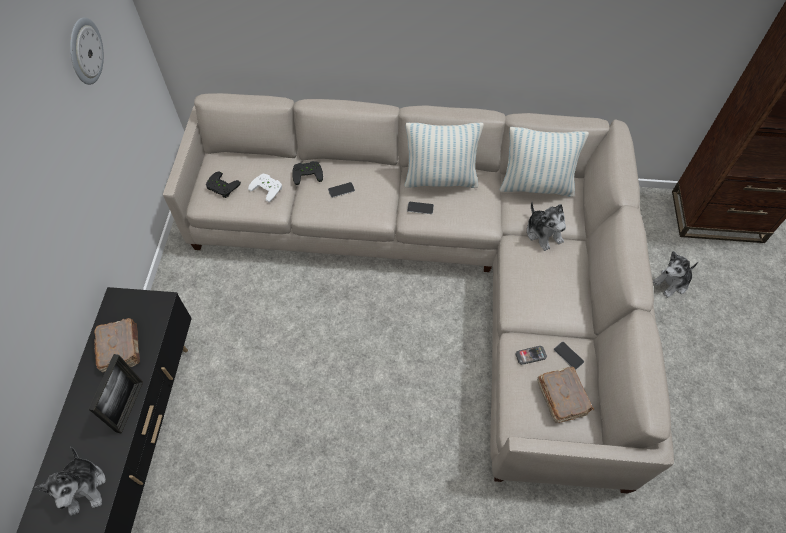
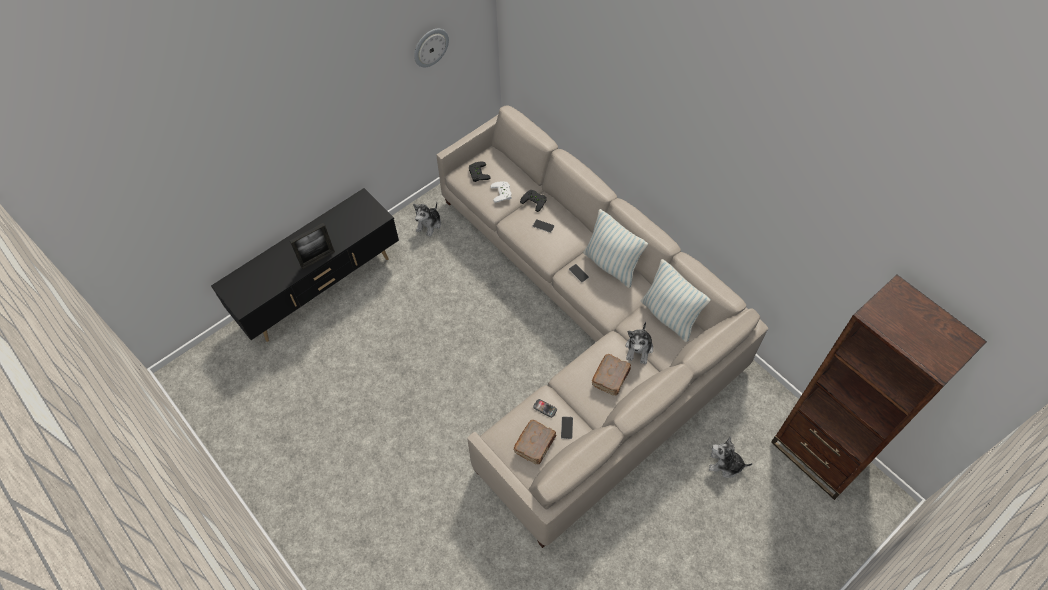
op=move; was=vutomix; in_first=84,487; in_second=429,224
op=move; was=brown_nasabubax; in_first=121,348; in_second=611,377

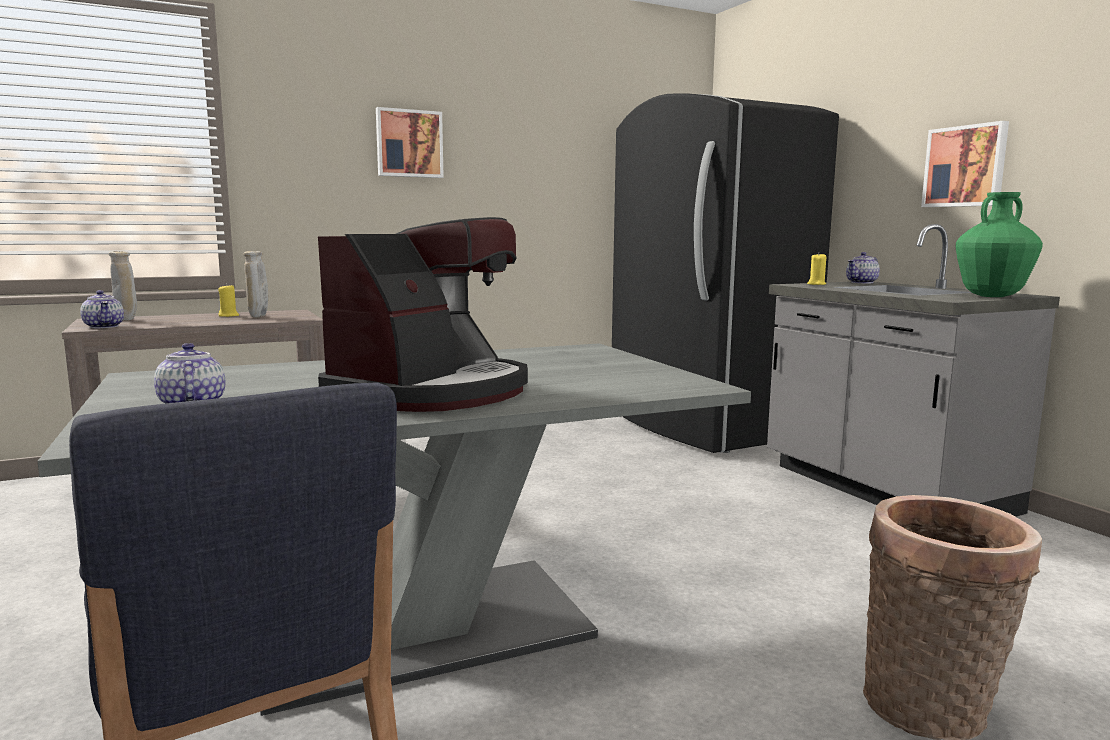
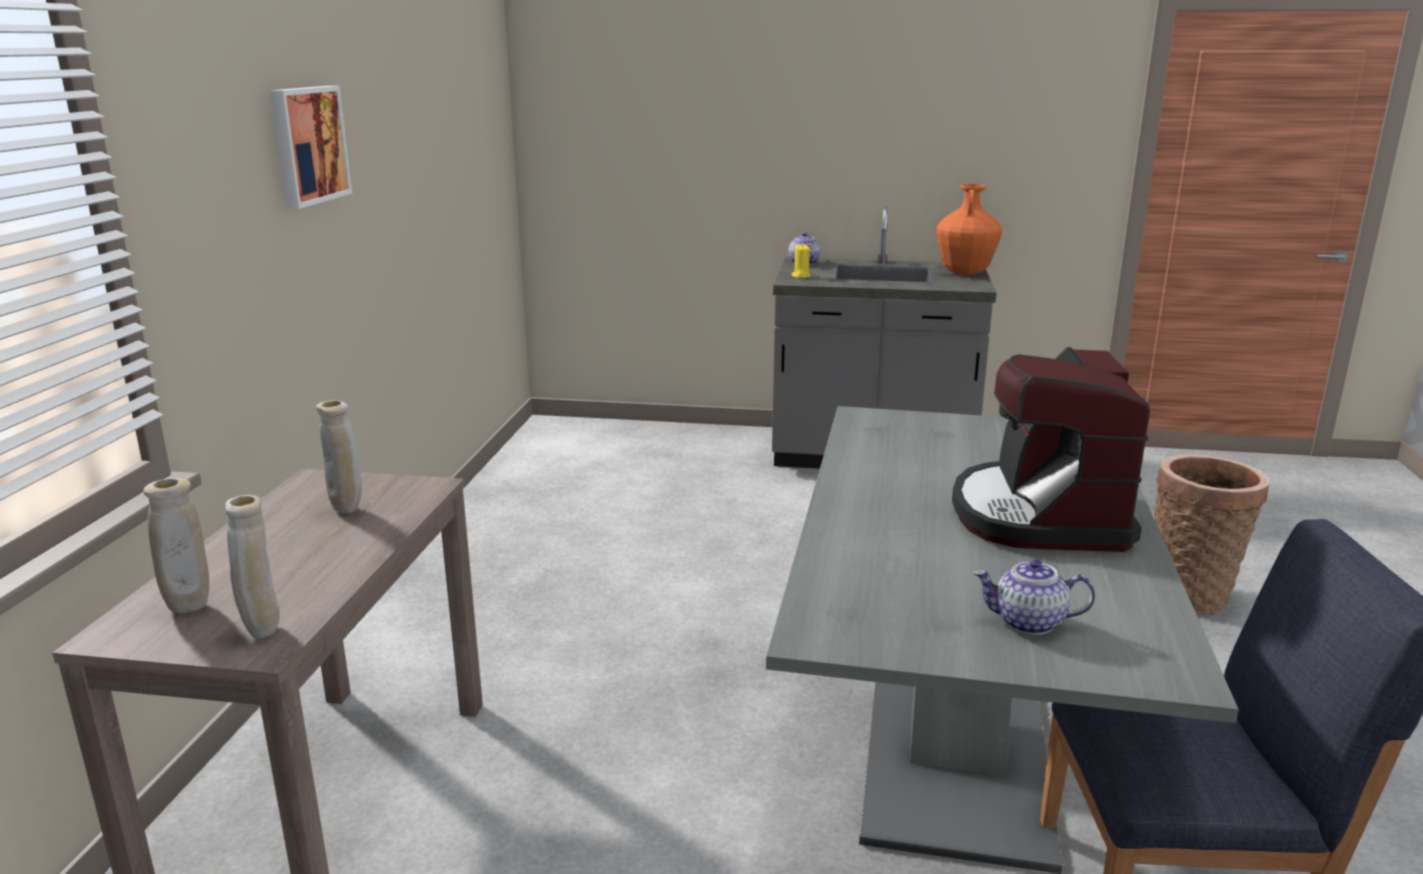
op=replace; was=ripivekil; now=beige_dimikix; in_first=104,326; in_second=262,631
op=recolor; was=green_dimikix; now=orange_dimikix; in_first=991,296; in_second=965,273
op=rotate; was=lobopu; in_first=433,392; in_second=1040,515; clockwise=-150
op=delete; was=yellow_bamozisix; in_first=229,316
op=delete; was=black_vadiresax; in_first=703,426
op=delete; was=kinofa; in_first=966,166

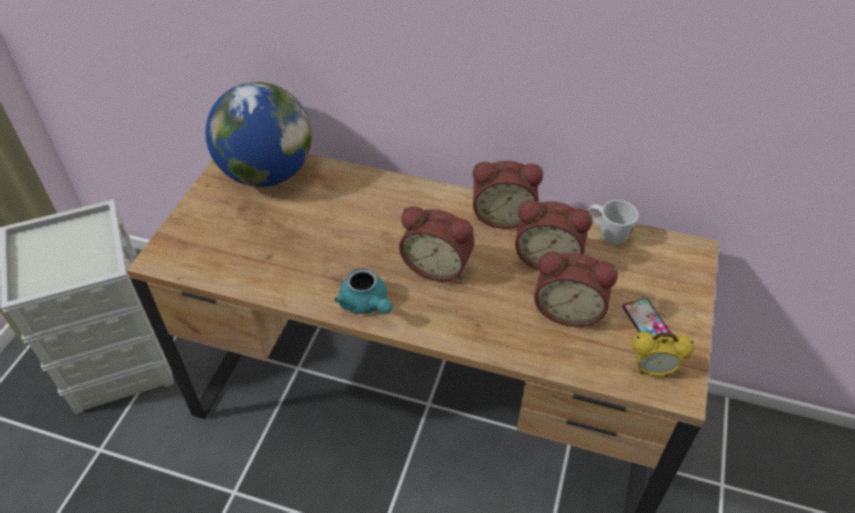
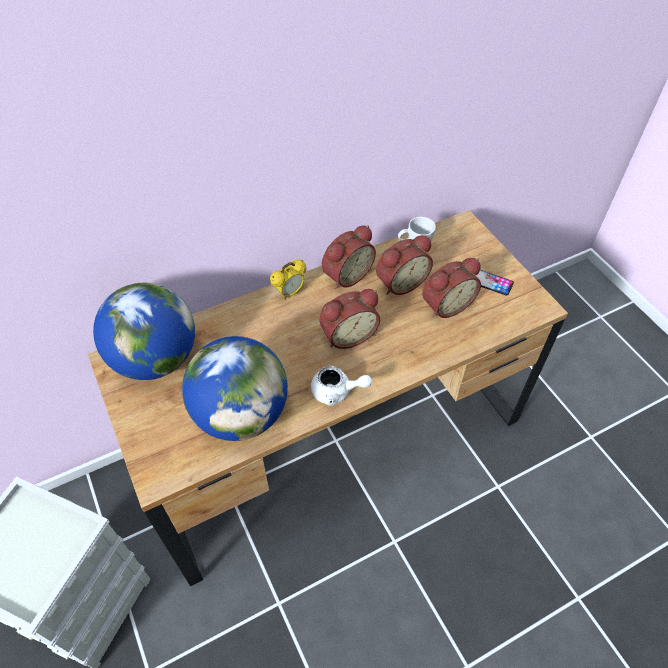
op=insert; now=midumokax; in_second=241,414
op=move; was=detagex; in_first=652,370; in_second=290,293
op=recolor; was=turquoise_ripivekil; now=white_ripivekil; in_first=366,304; in_second=337,392

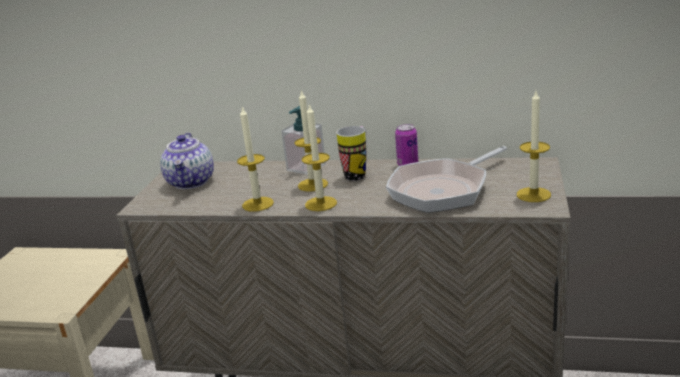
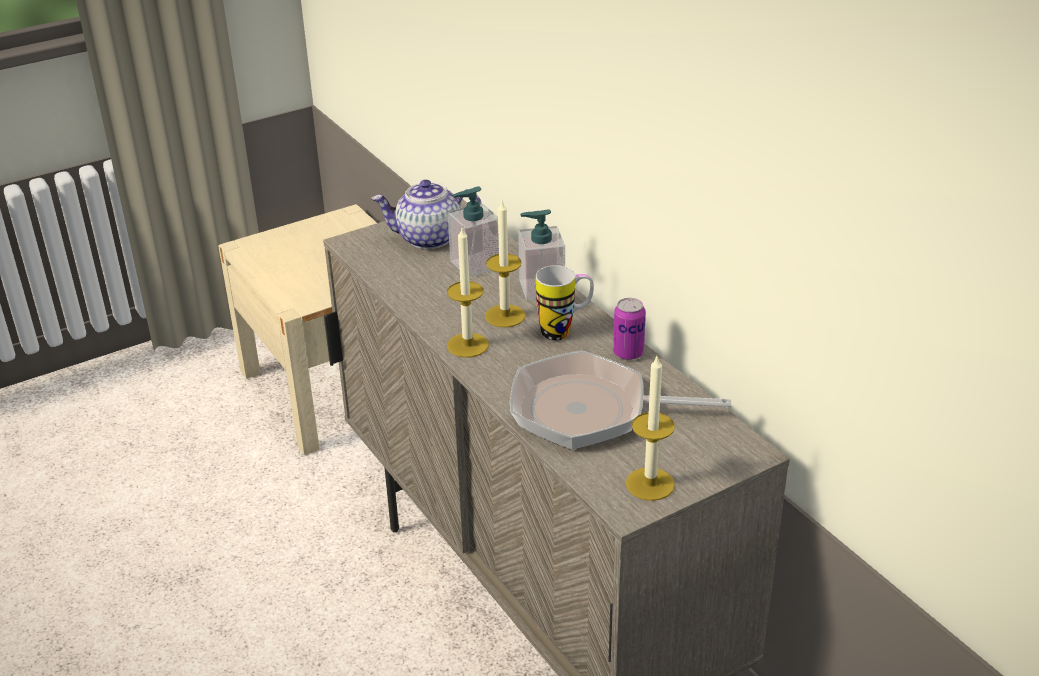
op=rotate; was=ripivekil; in_first=191,182; in_second=429,238; clockwise=45
op=insert; now=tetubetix; in_second=475,264
op=delete; was=bamozisix; in_first=258,204

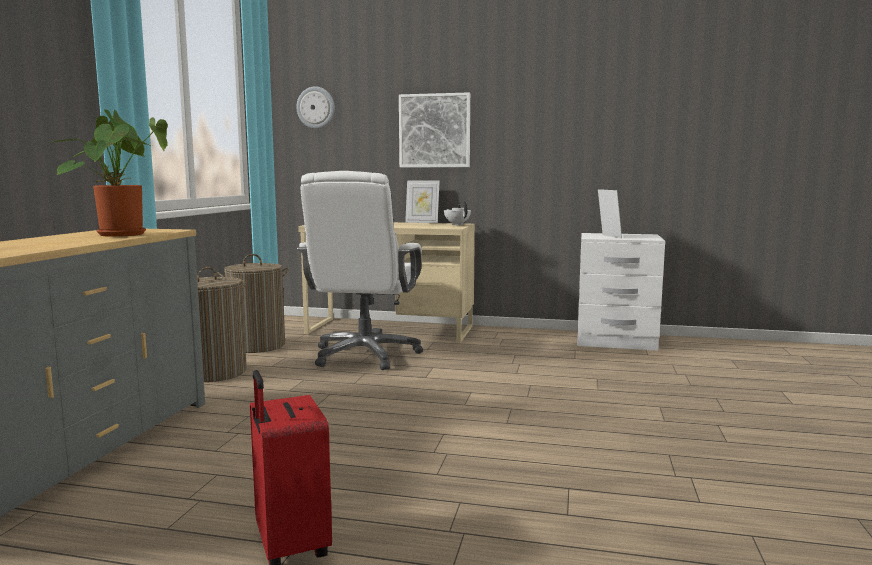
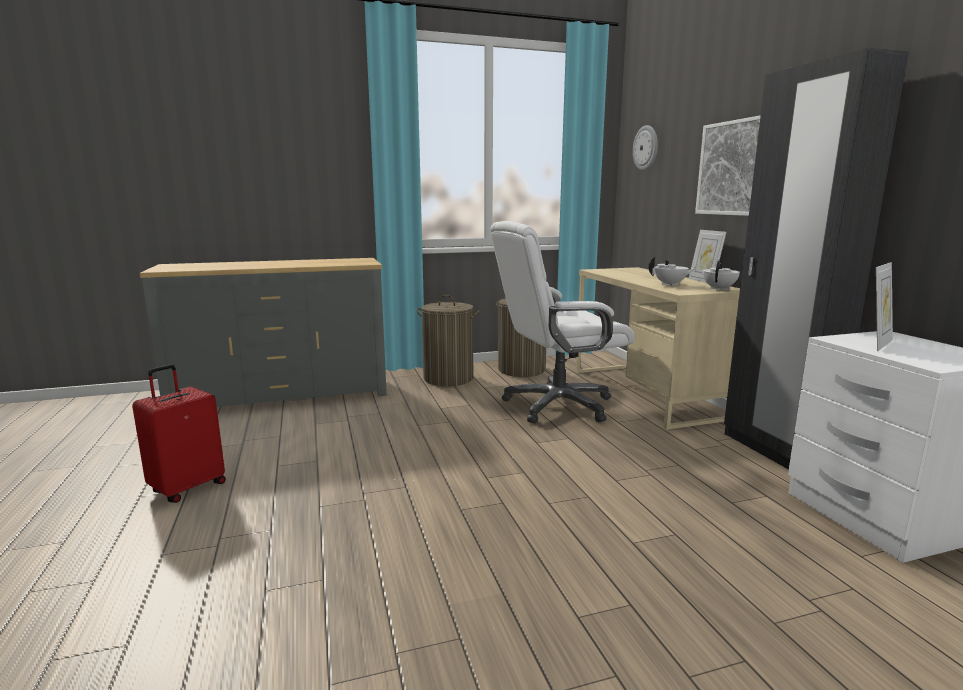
op=insert; now=white_ripivekil; in_second=670,284
op=insert; now=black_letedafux; in_second=774,451
op=delete; was=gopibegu; in_first=121,234

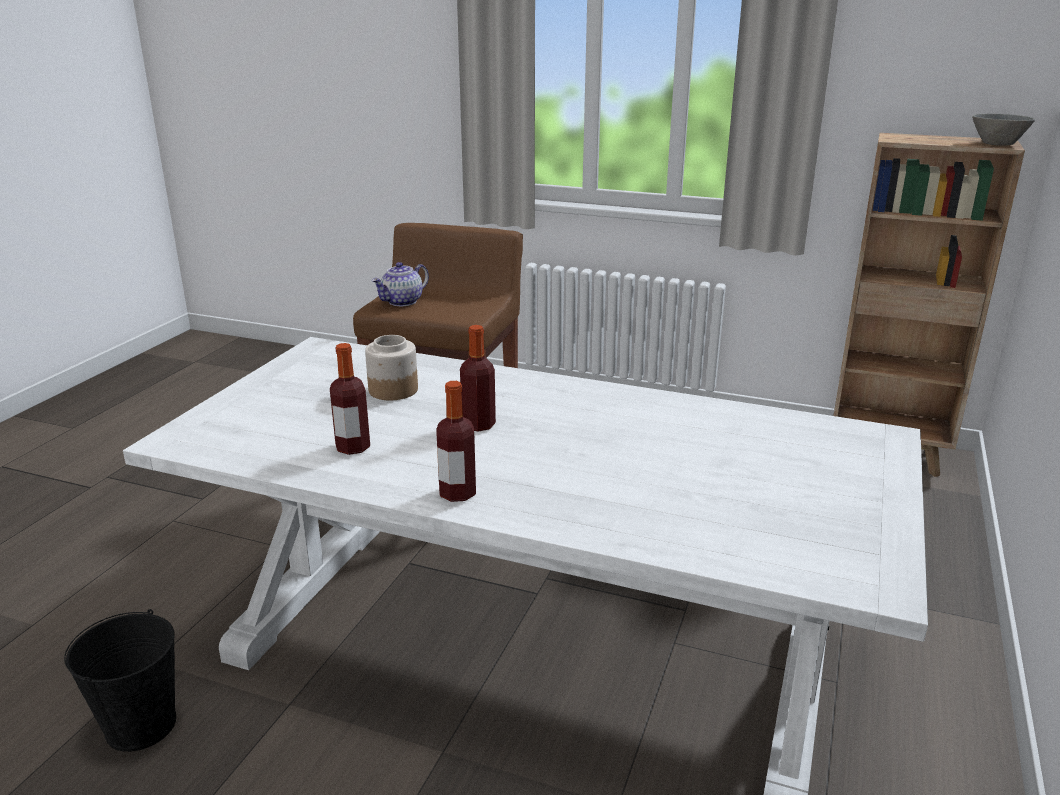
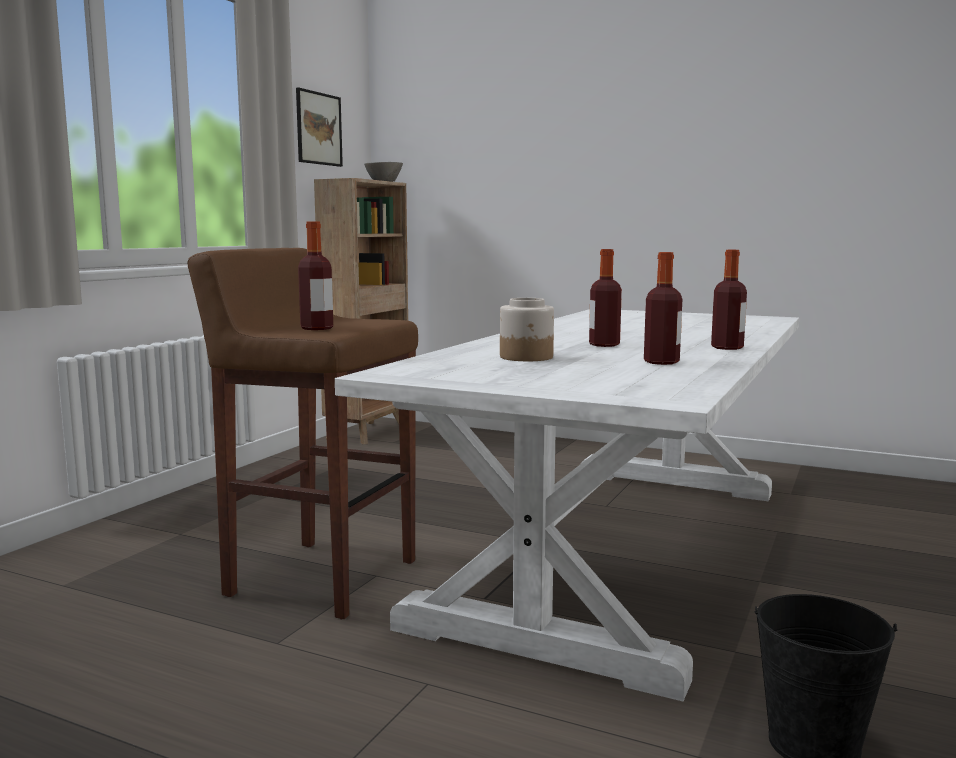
op=insert; now=kinofa; in_second=318,128
op=replace; was=ripivekil; now=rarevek; in_first=402,302; in_second=316,328

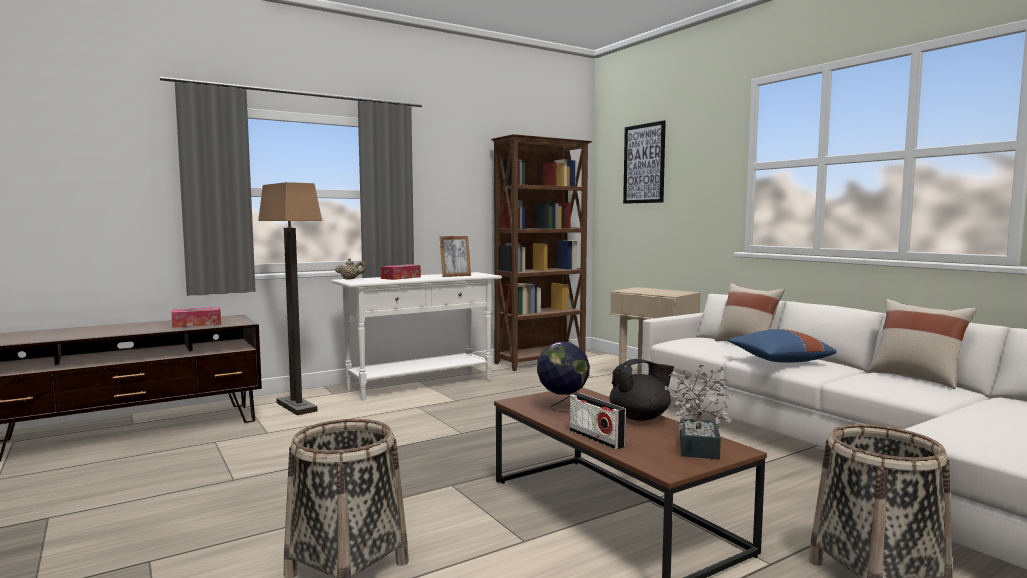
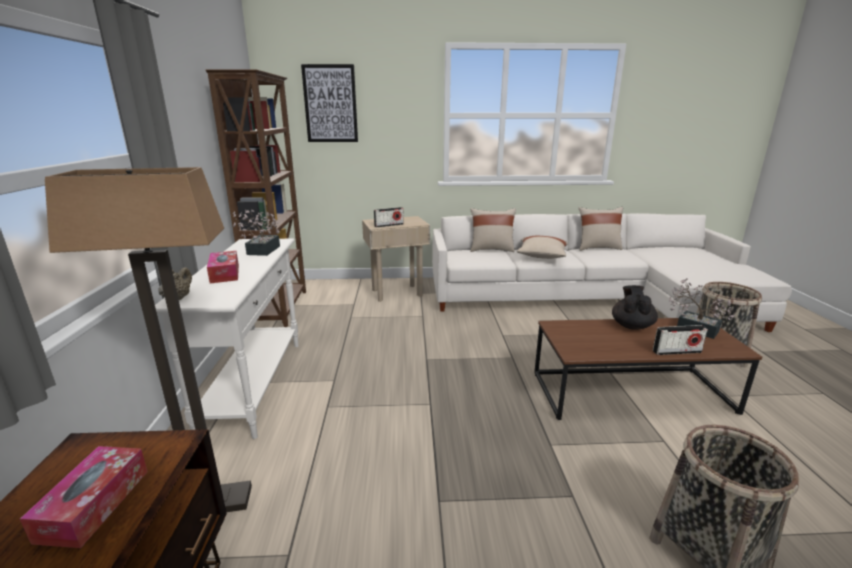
op=replace; was=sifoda; now=gopibegu; in_first=455,276; in_second=261,251
op=insert; now=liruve; in_second=389,225
op=recolor; was=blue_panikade; now=beige_panikade; in_first=779,361; in_second=541,256
op=delete; was=midumokax; in_first=562,408

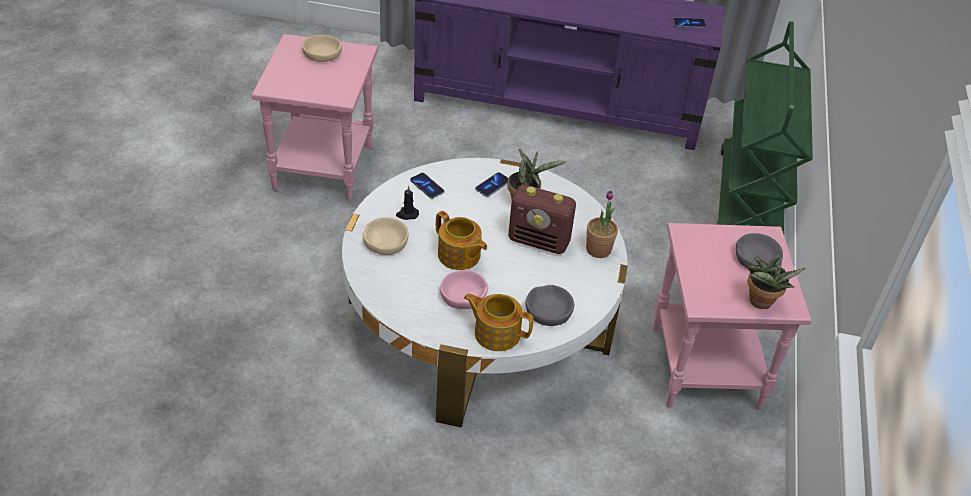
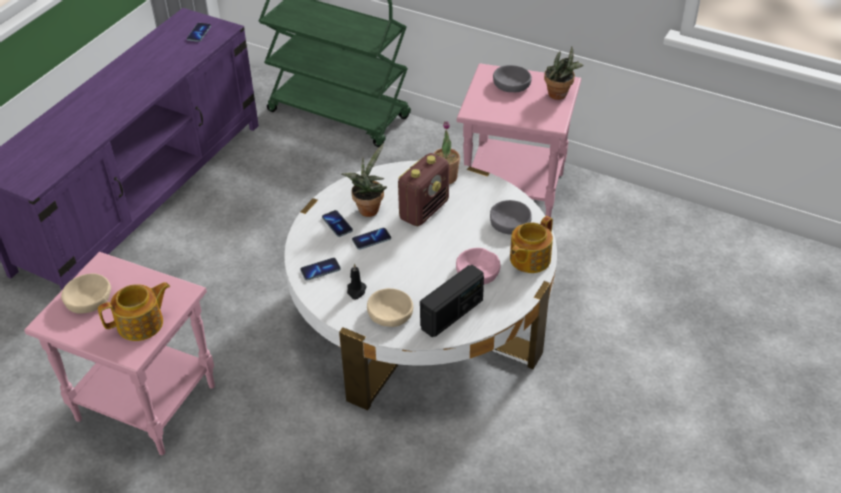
op=move; was=ripivekil; in_first=459,256; in_second=141,324
op=insert; now=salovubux; in_second=371,239
op=insert; now=liruve; in_second=452,314

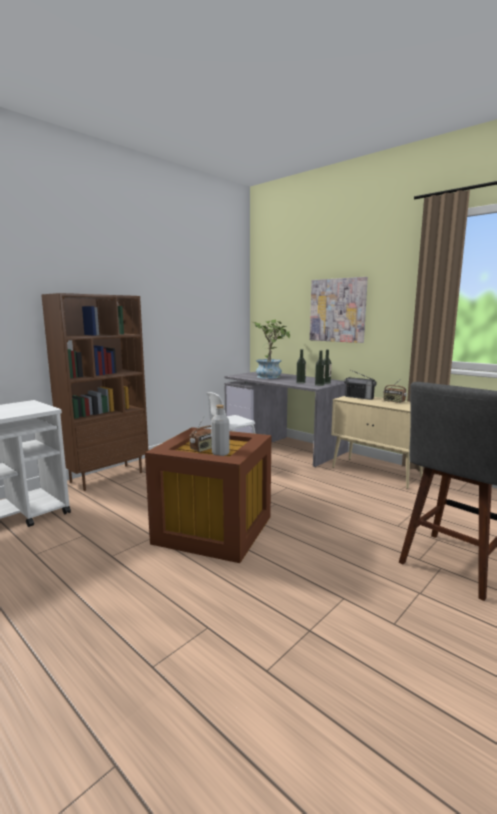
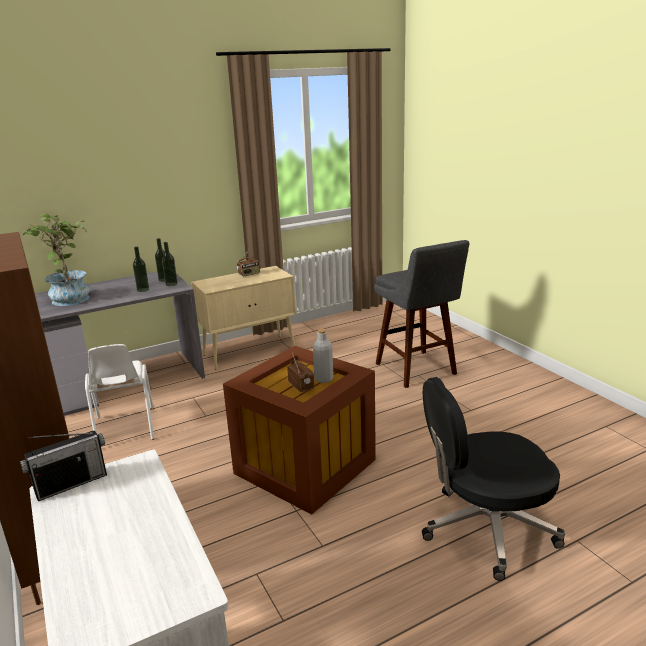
op=move; was=liruve; in_first=359,397; in_second=71,484
op=insert; now=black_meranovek; in_second=485,529
op=delete; was=kinofa; in_first=337,310

